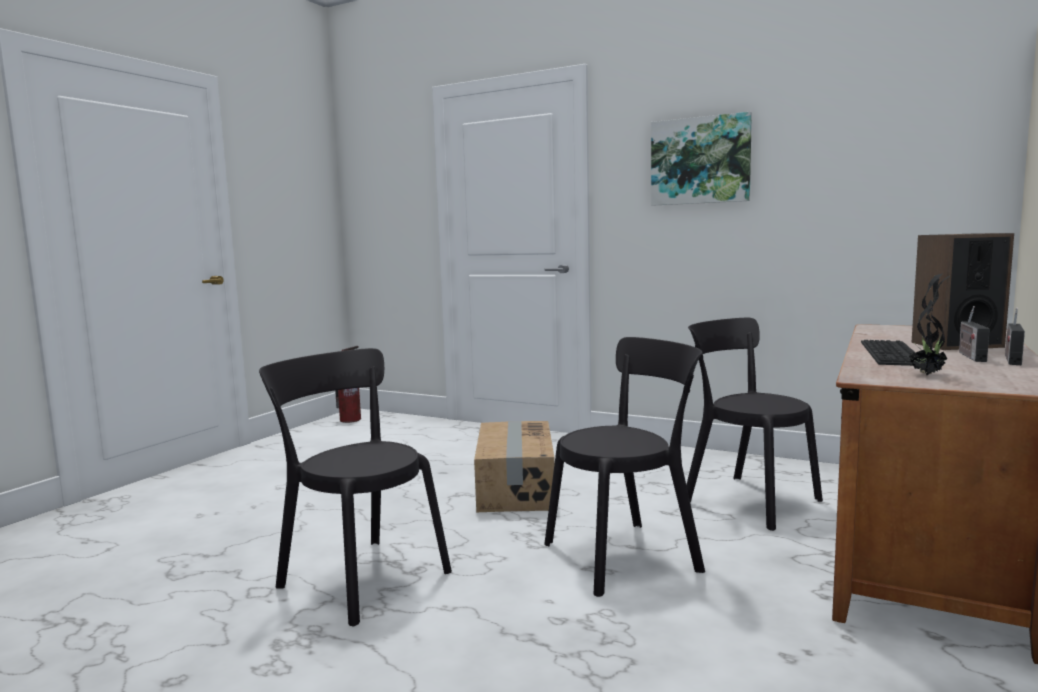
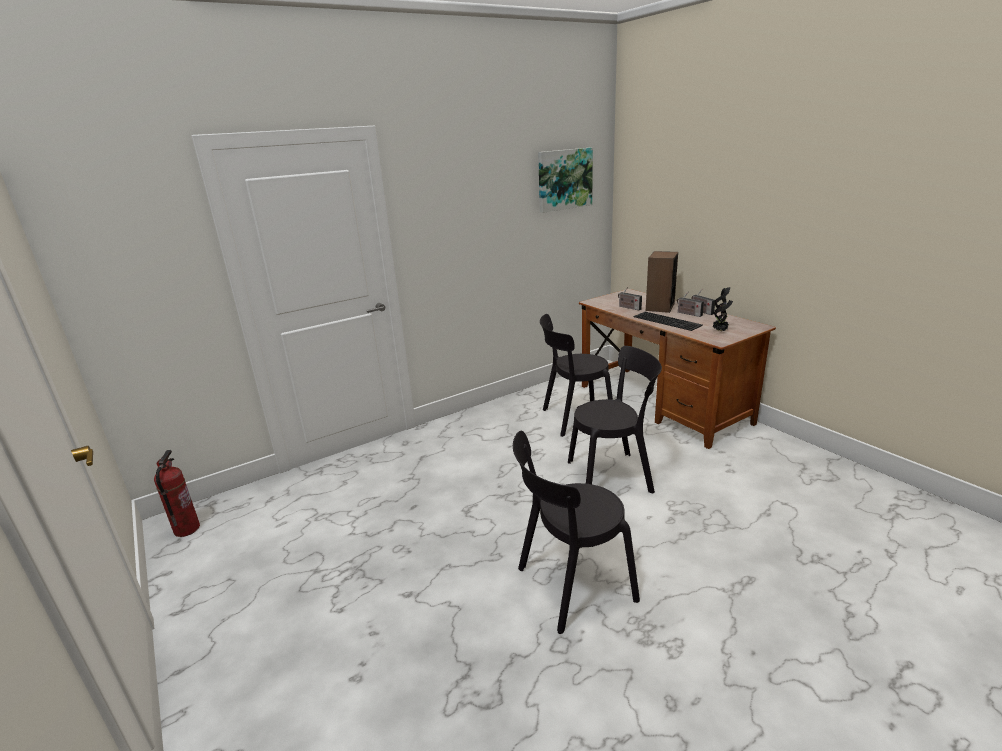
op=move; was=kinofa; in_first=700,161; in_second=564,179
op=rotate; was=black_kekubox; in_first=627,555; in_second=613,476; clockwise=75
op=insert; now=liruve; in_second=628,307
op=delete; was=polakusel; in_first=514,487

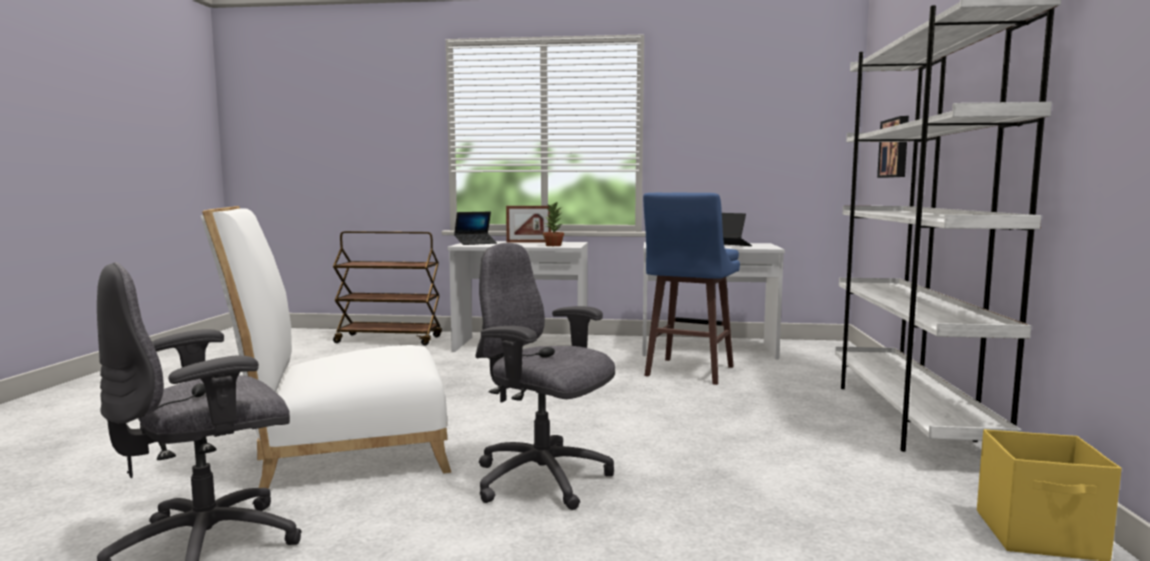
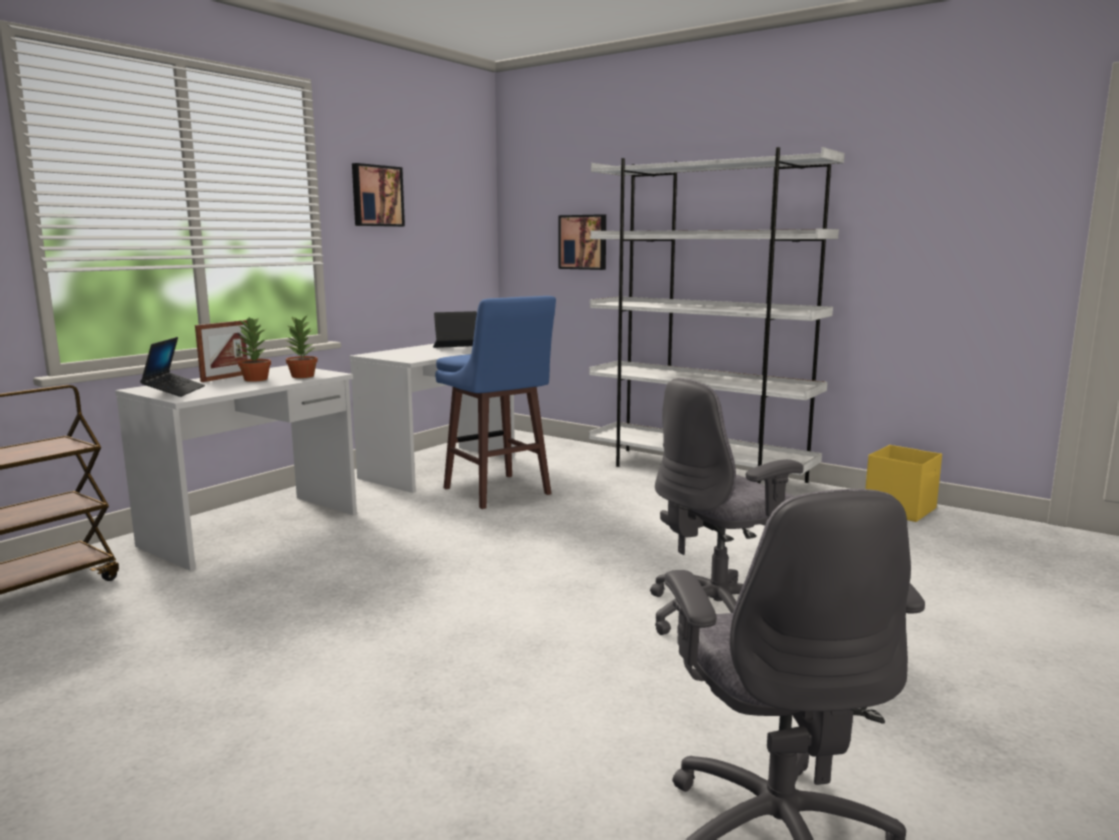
op=insert; now=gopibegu; in_second=255,379
op=insert; now=kinofa; in_second=376,196
op=delete; was=white_kekubox; in_first=342,455

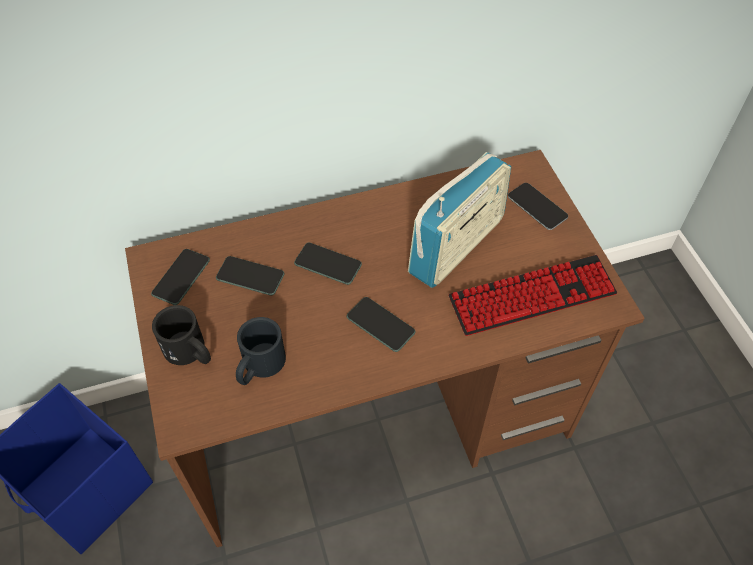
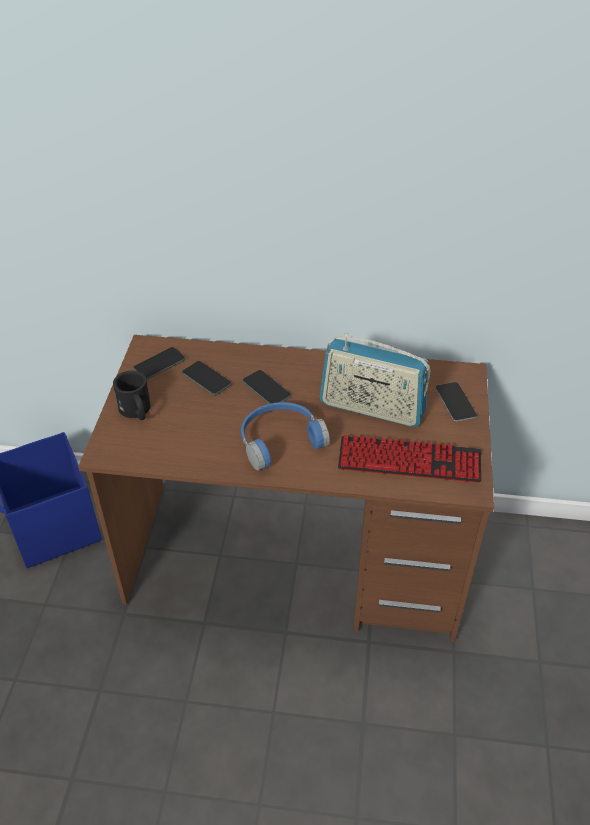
op=replace; was=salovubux; now=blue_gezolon; in_first=380,324; in_second=279,440
op=rotate; was=liruve; in_first=456,246; in_second=371,408; clockwise=45
op=delete; was=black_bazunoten; in_first=259,367

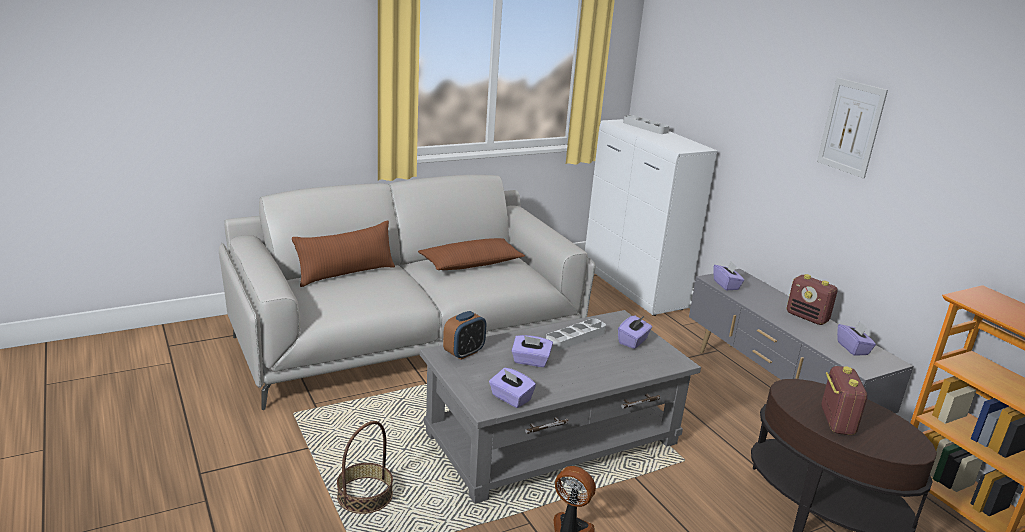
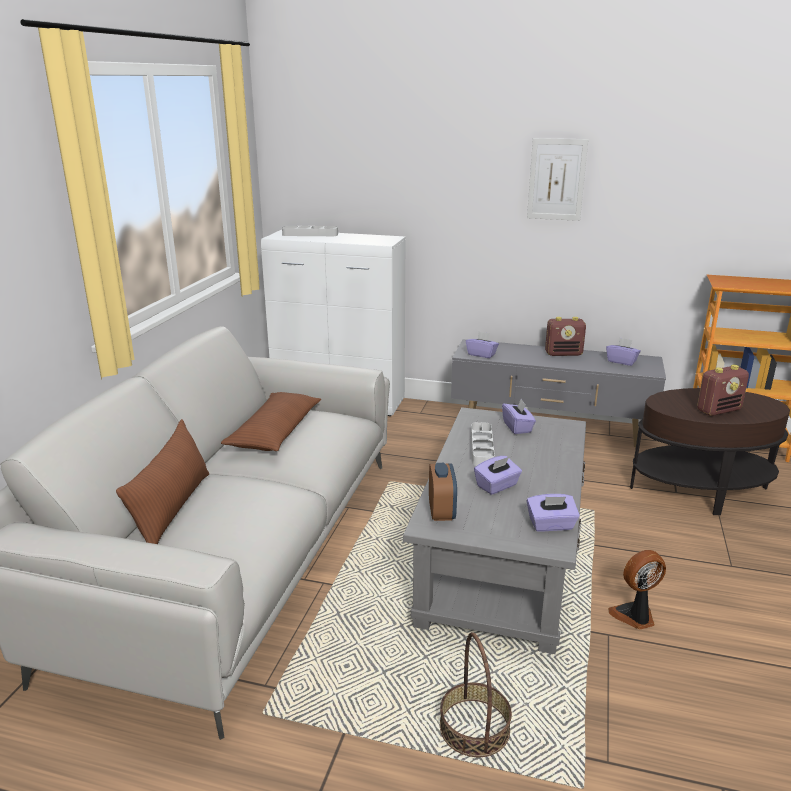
op=rotate; was=liruve; in_first=836,421; in_second=718,410; clockwise=105

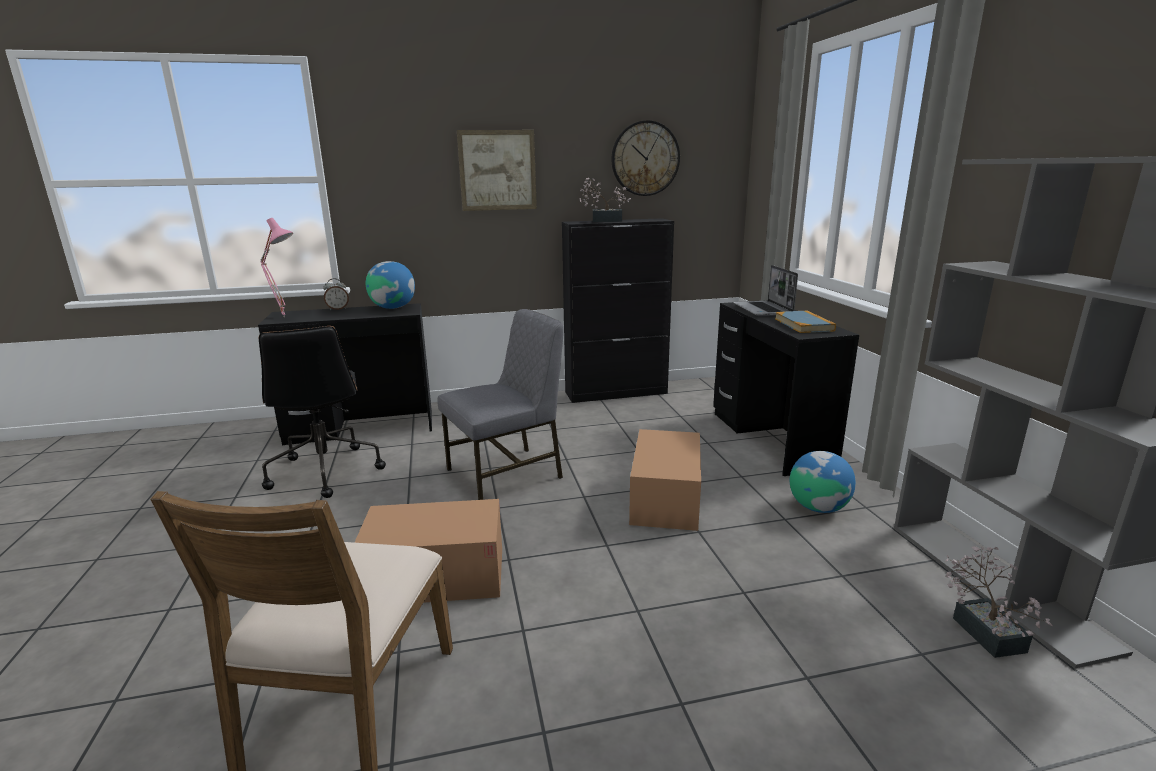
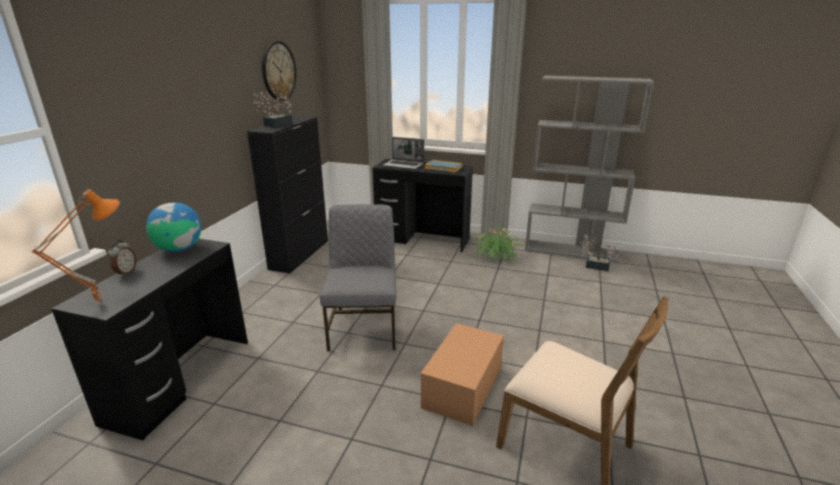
op=recolor; was=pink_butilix; now=orange_butilix; in_first=286,316; in_second=101,301
op=replace; was=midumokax; now=gopibegu; in_first=818,507; in_second=496,257
op=delete; was=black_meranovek; in_first=325,471
op=delete; was=kinofa; in_first=497,170
op=delete; was=polakusel; in_first=665,498

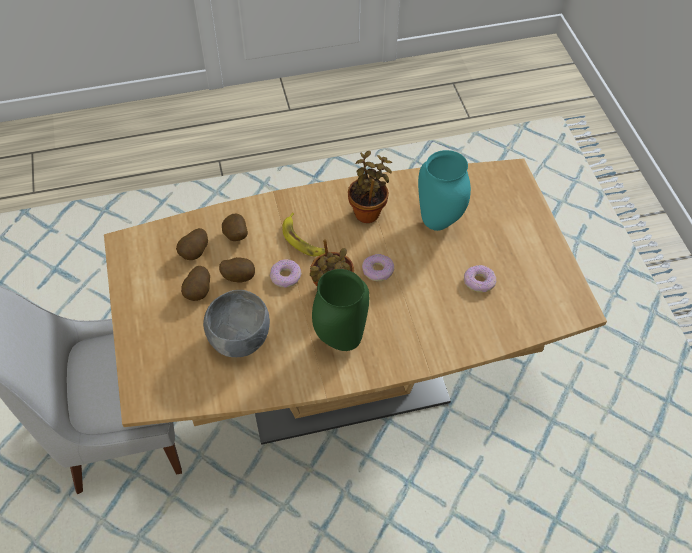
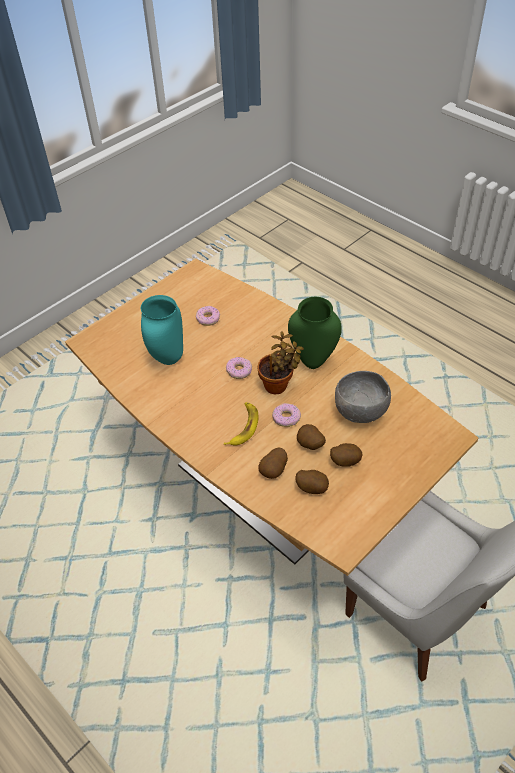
op=delete; was=gopibegu; in_first=368,211

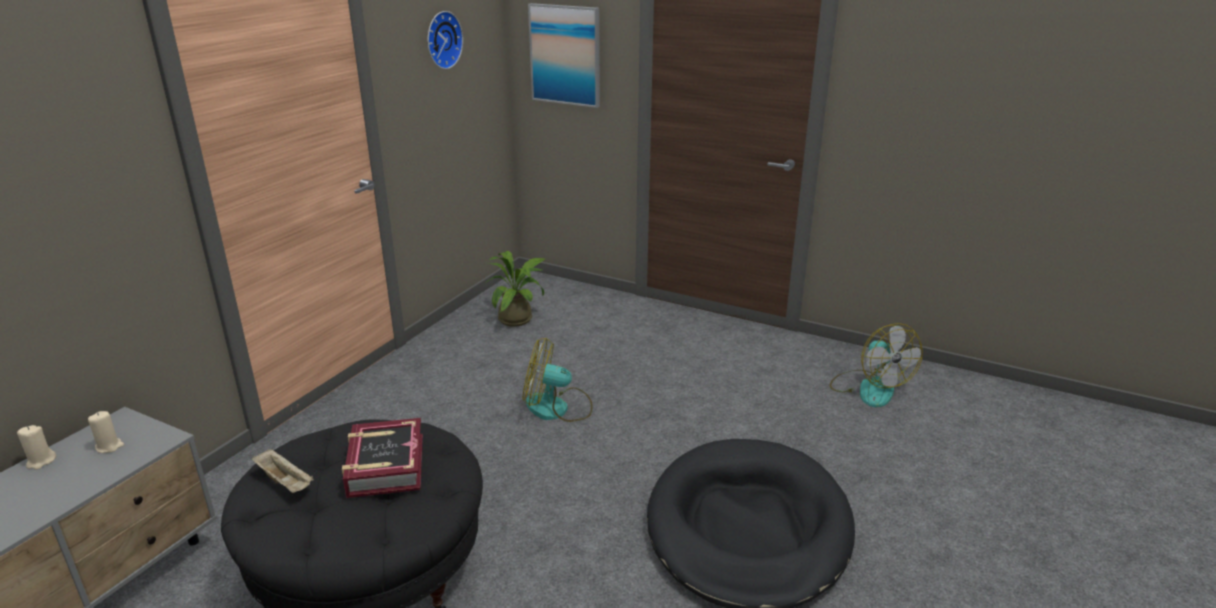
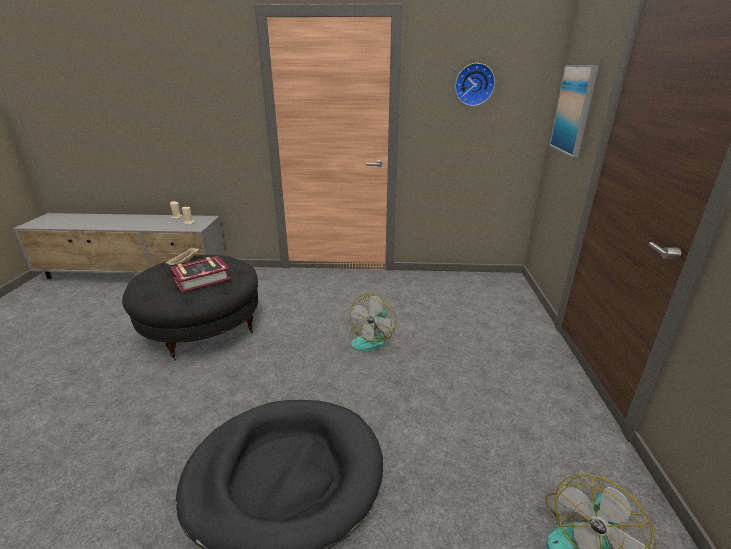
op=rotate; was=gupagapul; in_first=557,408; in_second=372,338; clockwise=-135
op=delete; was=gopibegu; in_first=519,318

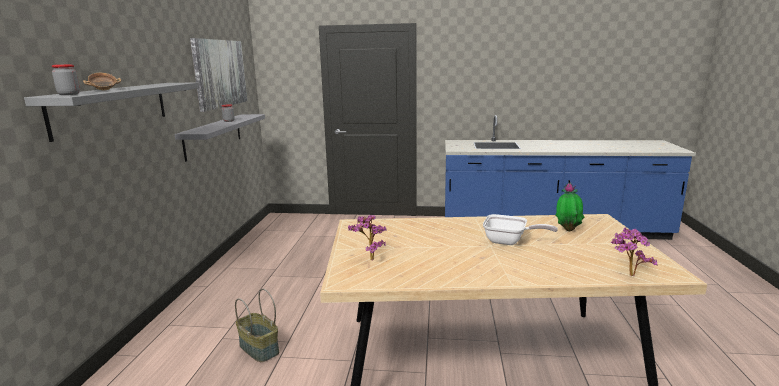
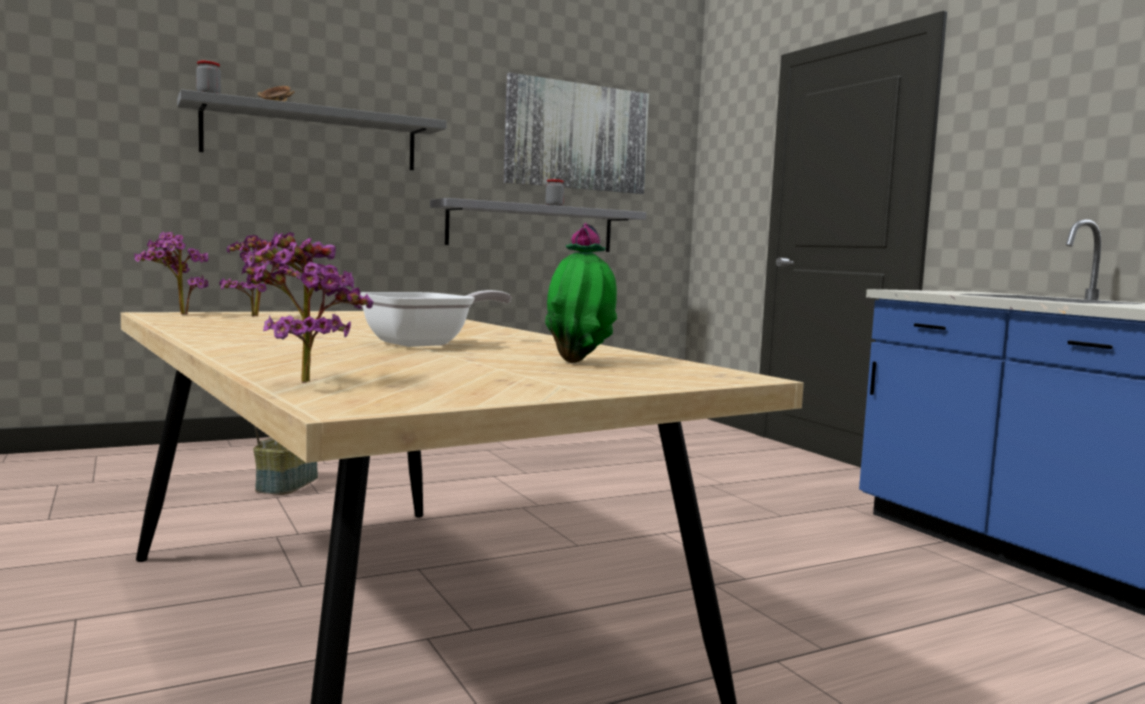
op=insert; now=gopibegu; in_second=177,314
op=rotate; was=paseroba; in_first=509,242; in_second=426,343; clockwise=-120

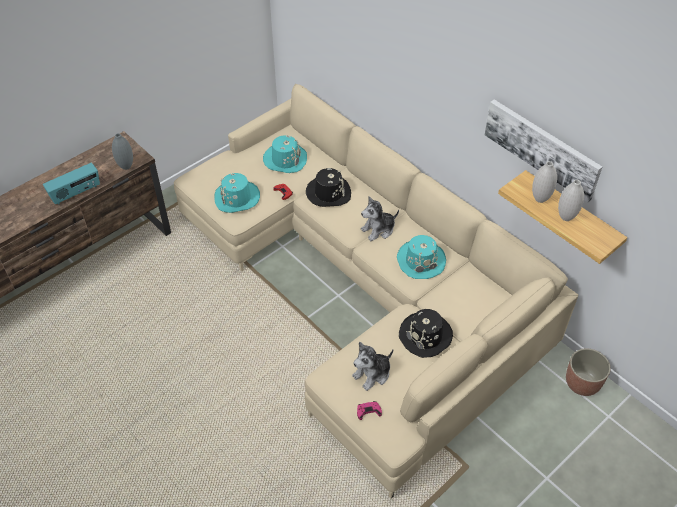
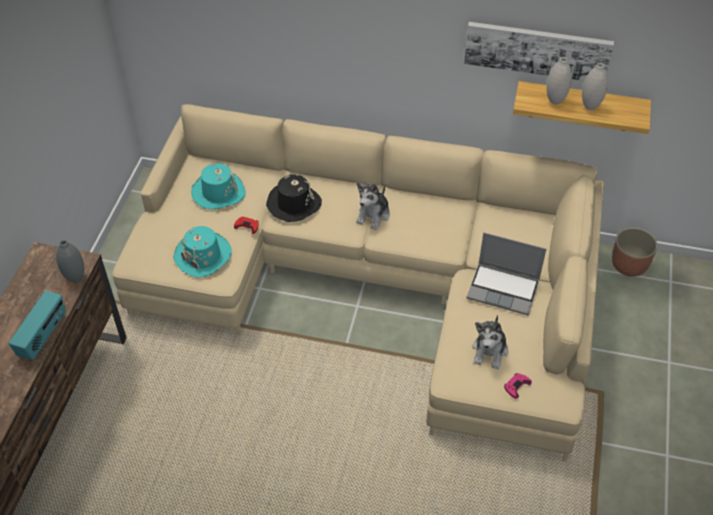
op=replace; was=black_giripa; now=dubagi; in_first=426,336; in_second=504,289
op=delete; was=turquoise_giripa; in_first=421,260

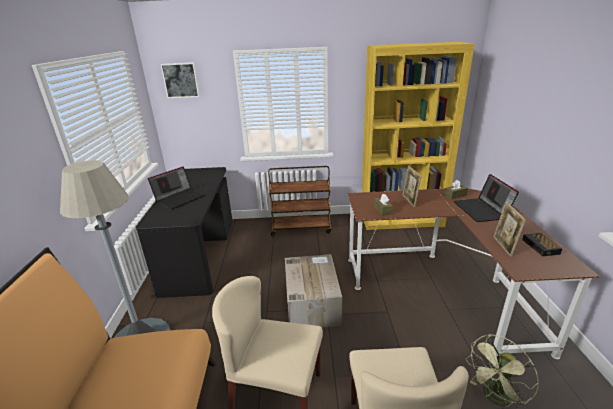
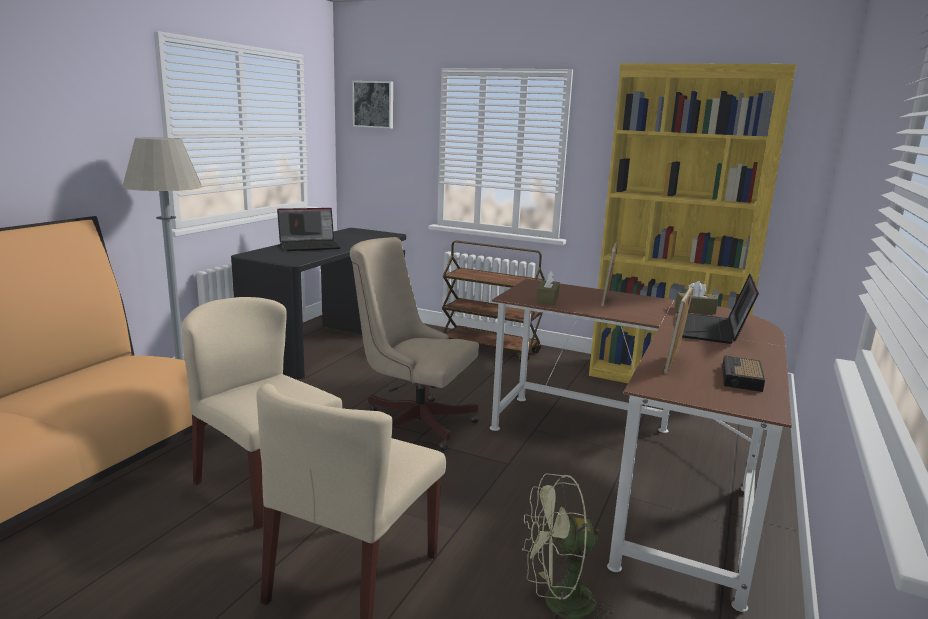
op=replace; was=polakusel; now=beige_meranovek; in_first=311,301; in_second=412,422

